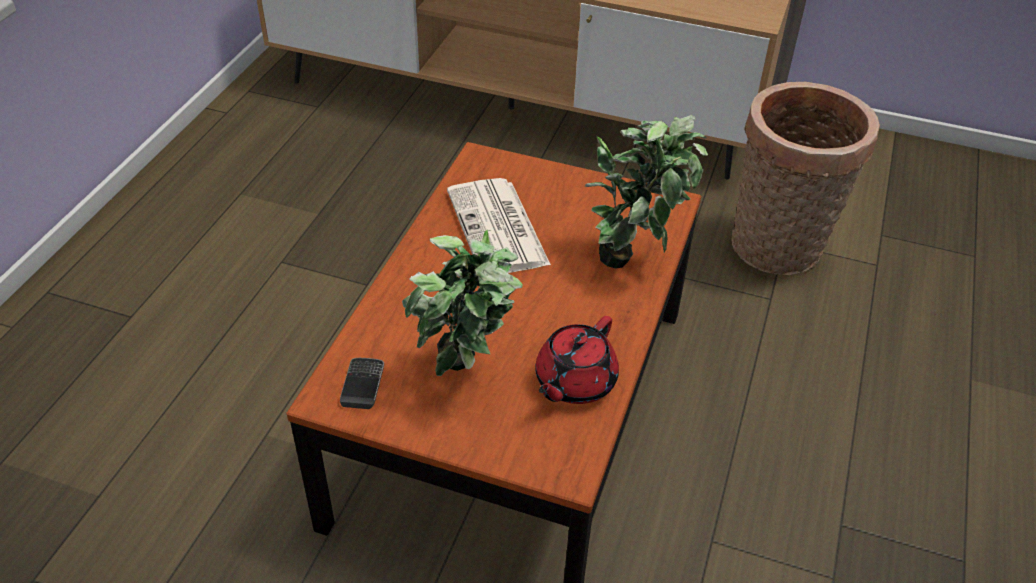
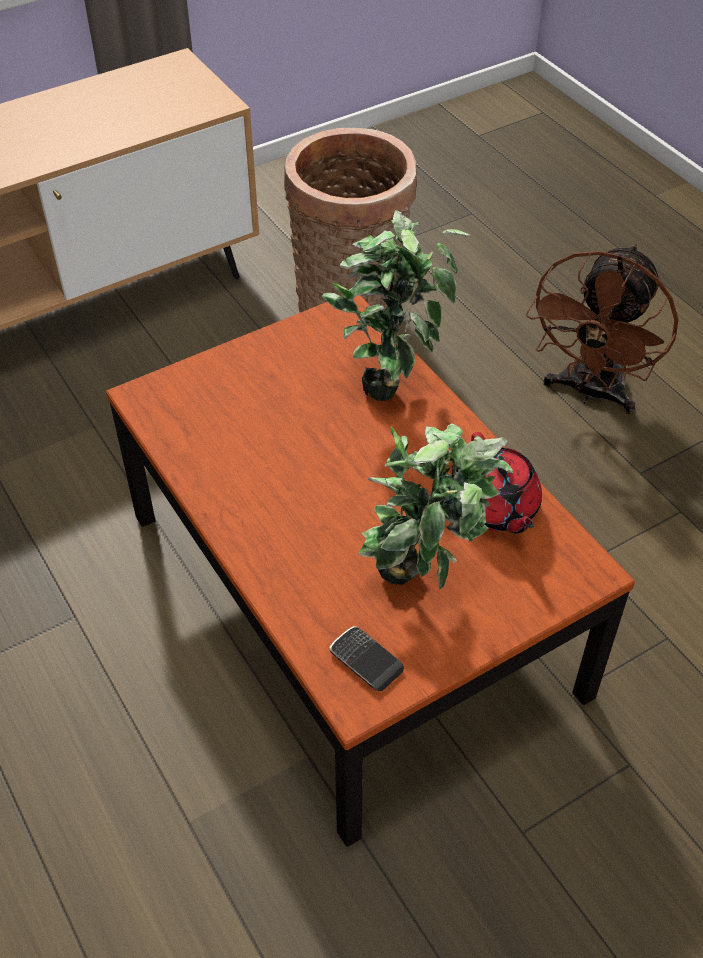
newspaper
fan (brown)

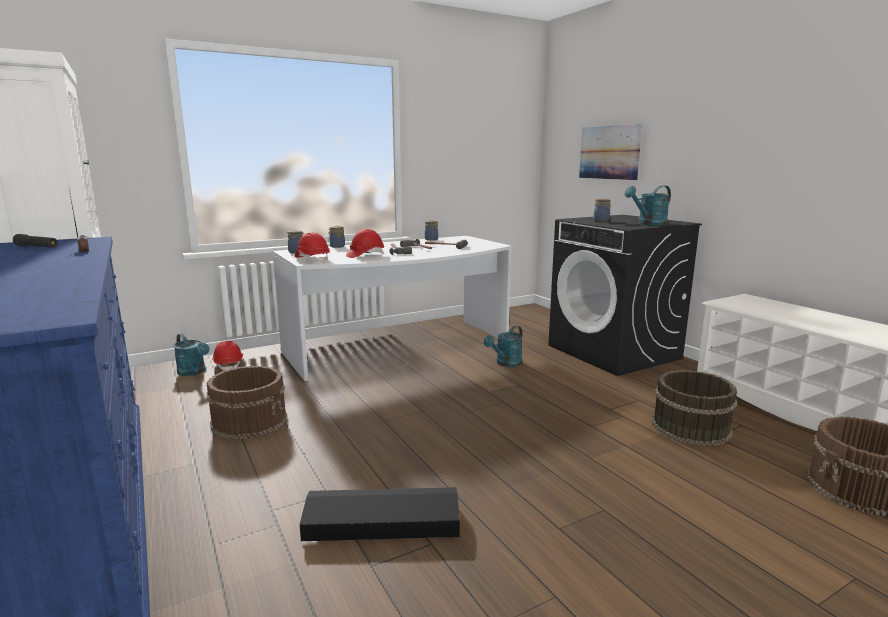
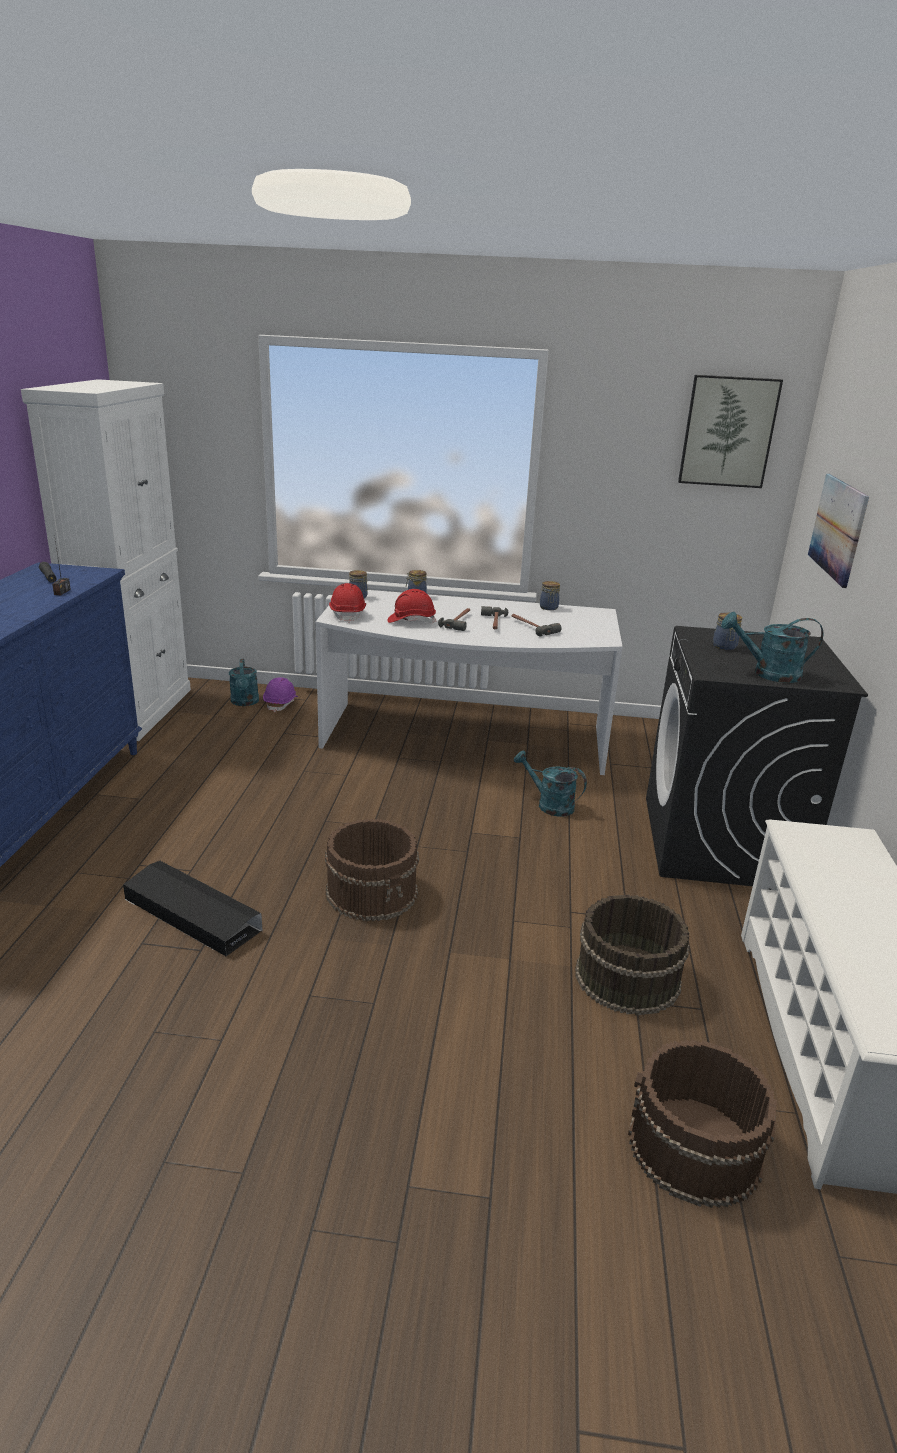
watering can (turquoise) (no. 2 from left)
hard hat (purple)
bucket (brown) (no. 1 from left)
picture (no. 1 from left)

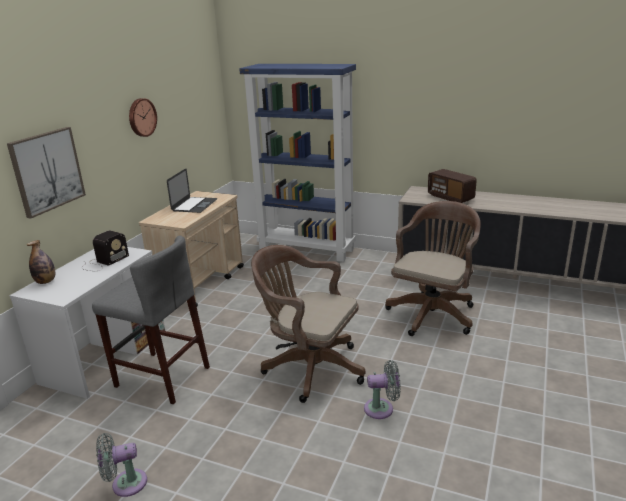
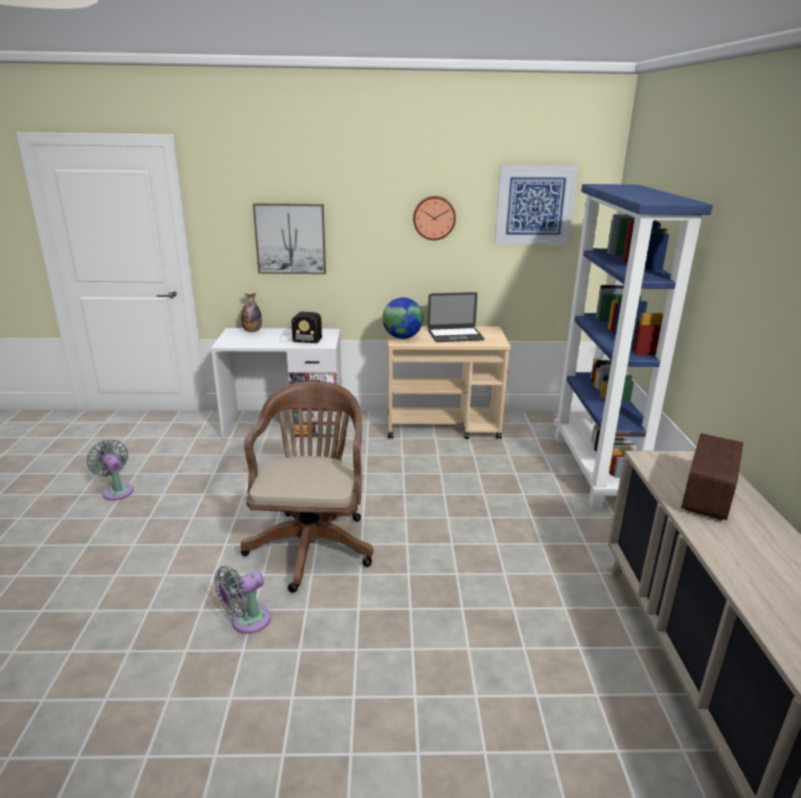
office chair (brown) (no. 2 from left in the first image)
stool (grey)
fan (grey) (no. 2 from left)
picture (no. 2 from left)
globe

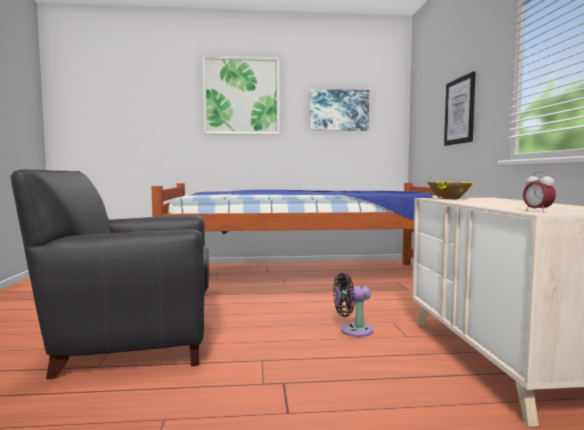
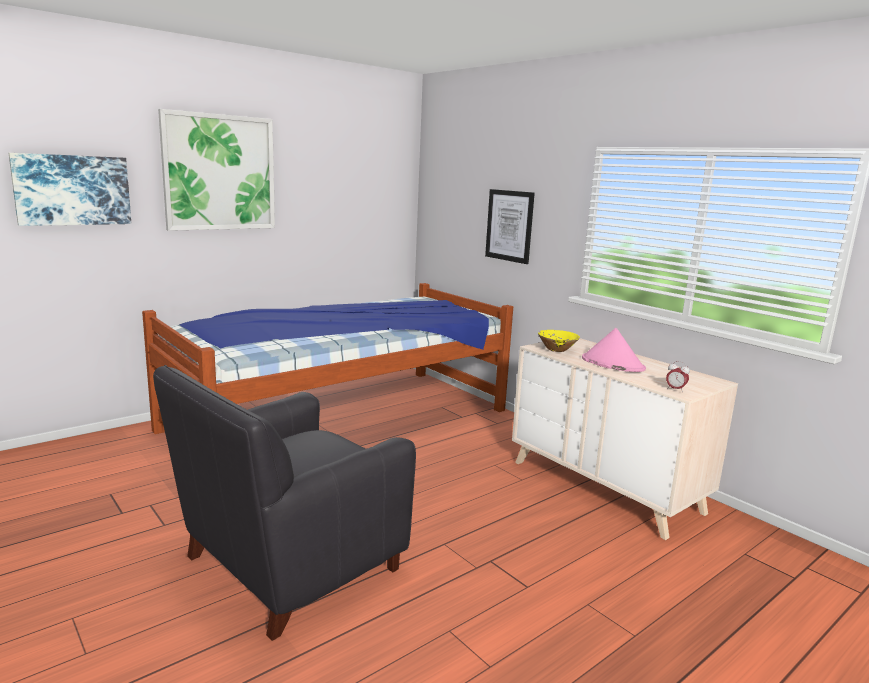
picture (no. 1 from left)
fan (black)
hat (pink)

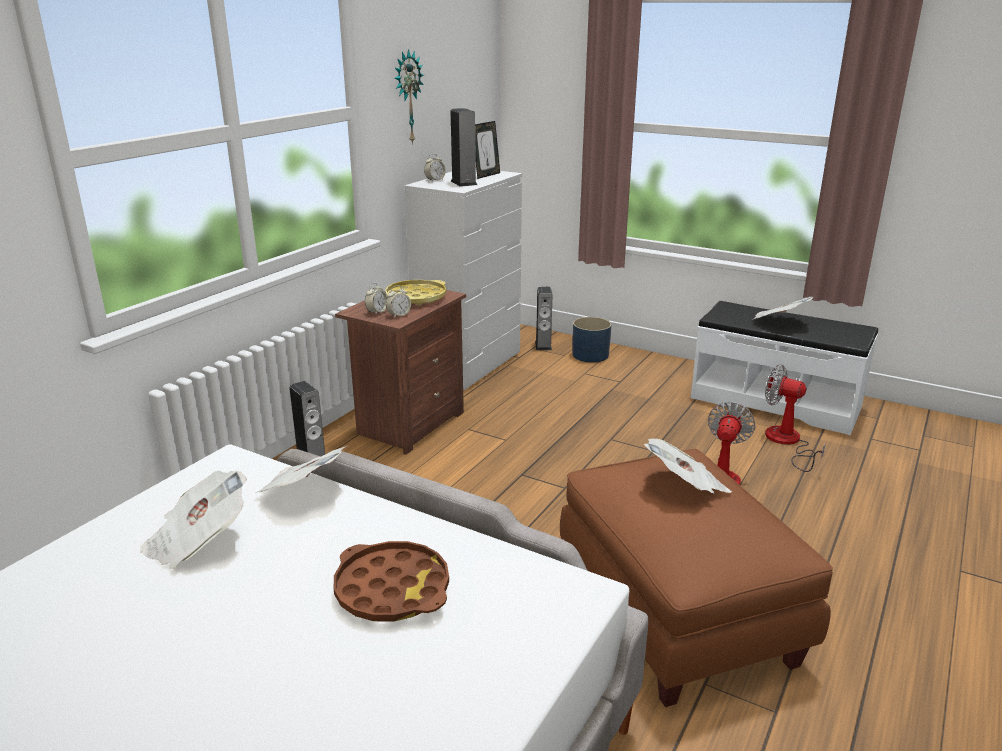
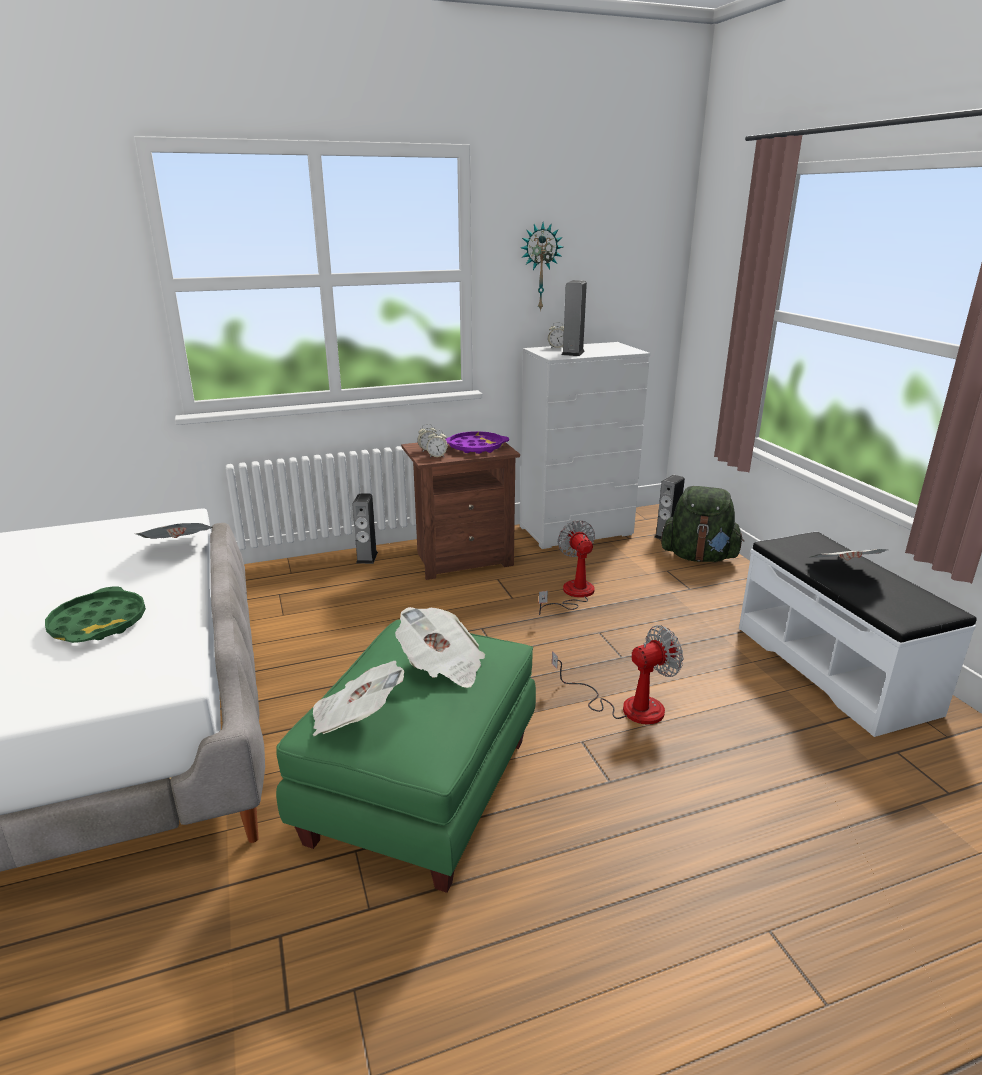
picture frame
tray (purple)
backpack (green)
fan (no. 1 from left)
ottoman (green)
newspaper (no. 2 from left)
tray (green)

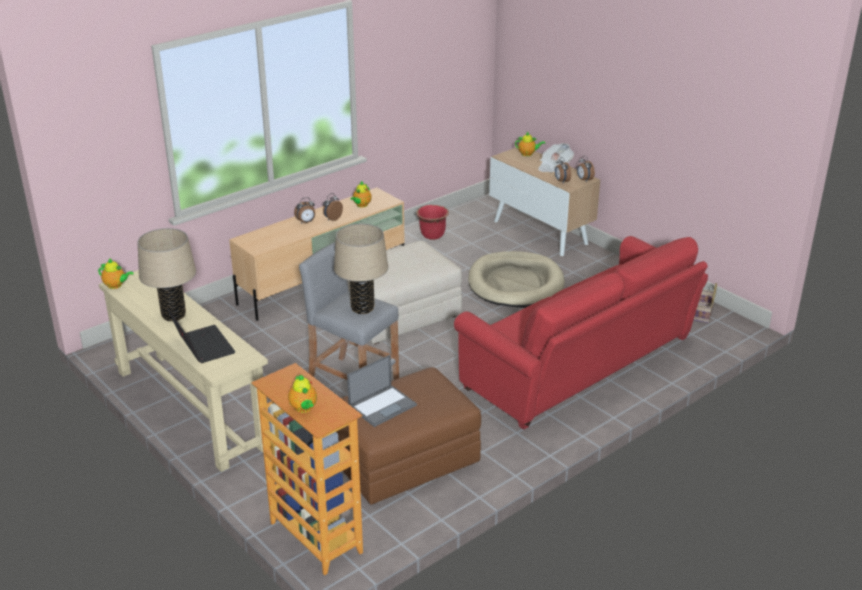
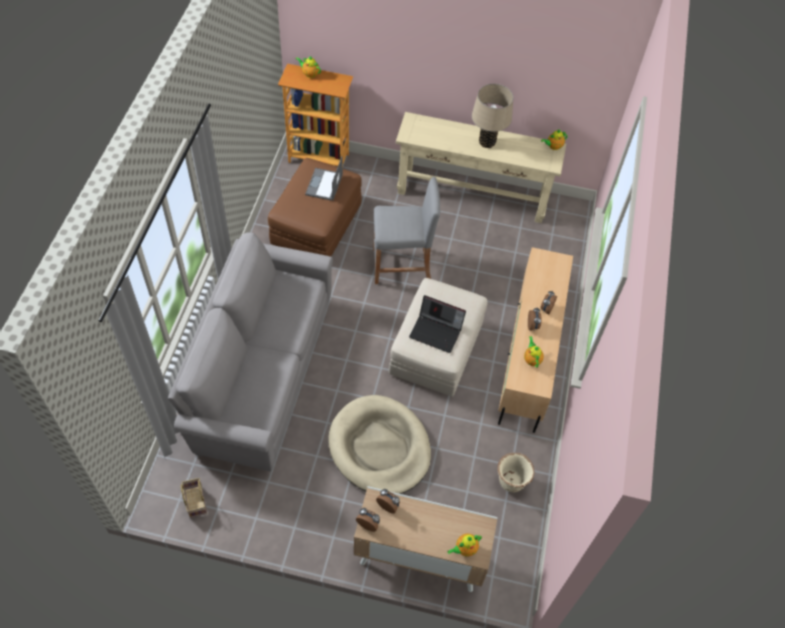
newspaper
planter (beige)
table lamp (beige) (no. 2 from left in the first image)
sofa (grey)
laptop (no. 2 from left)

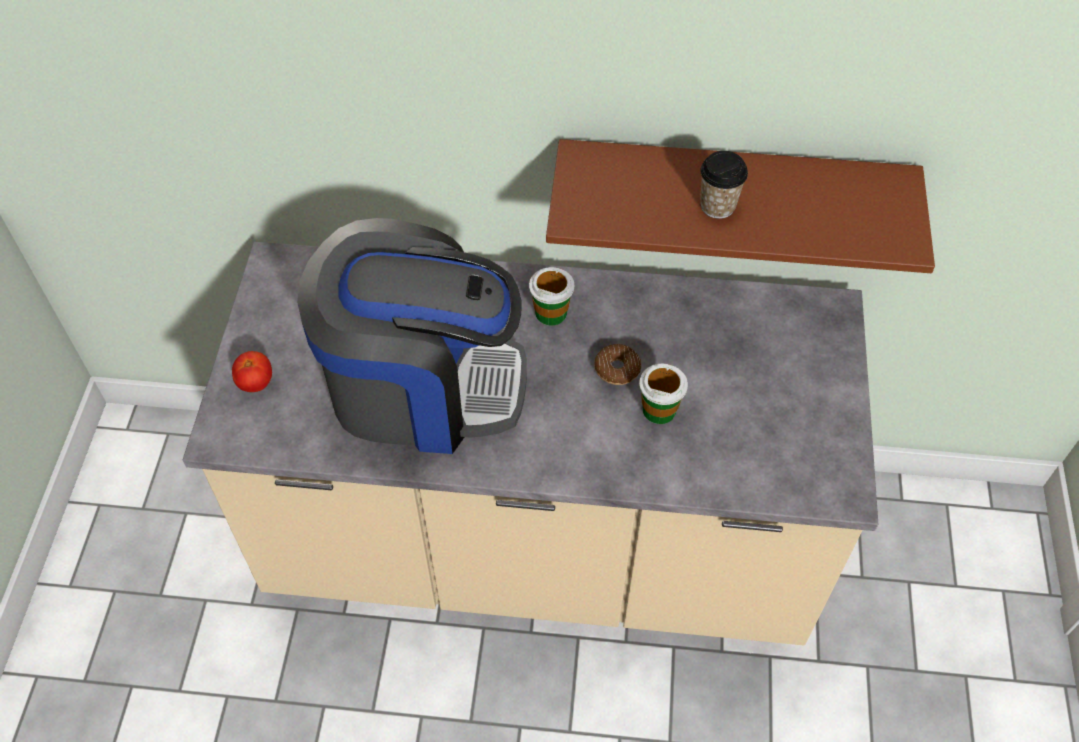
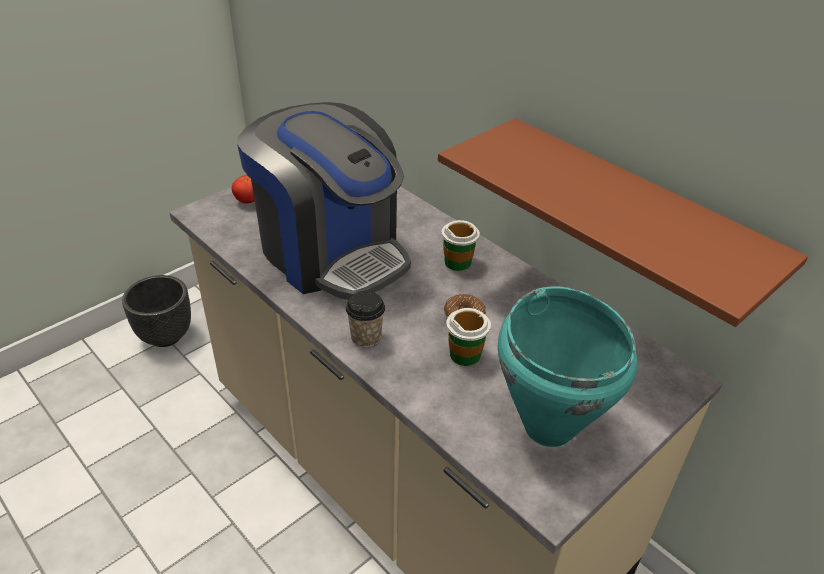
cup (no. 1 from left)
planter (black)
cooking pot (turquoise)

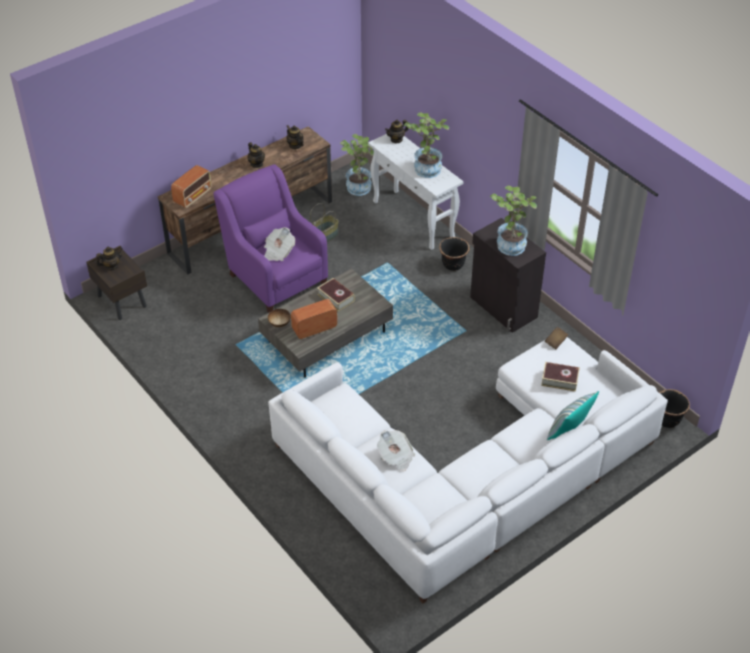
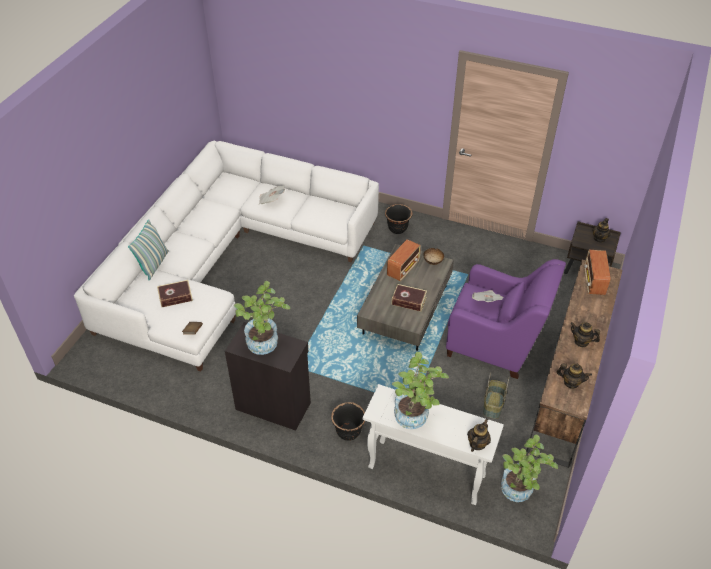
planter (black) (no. 2 from left)

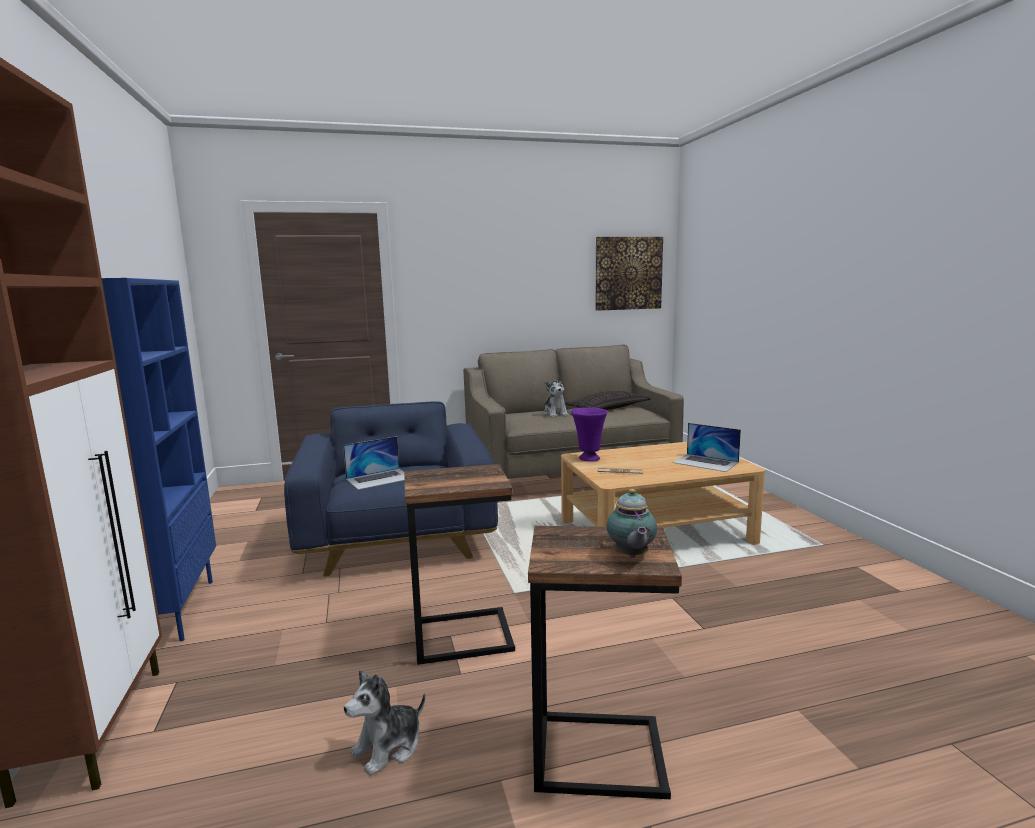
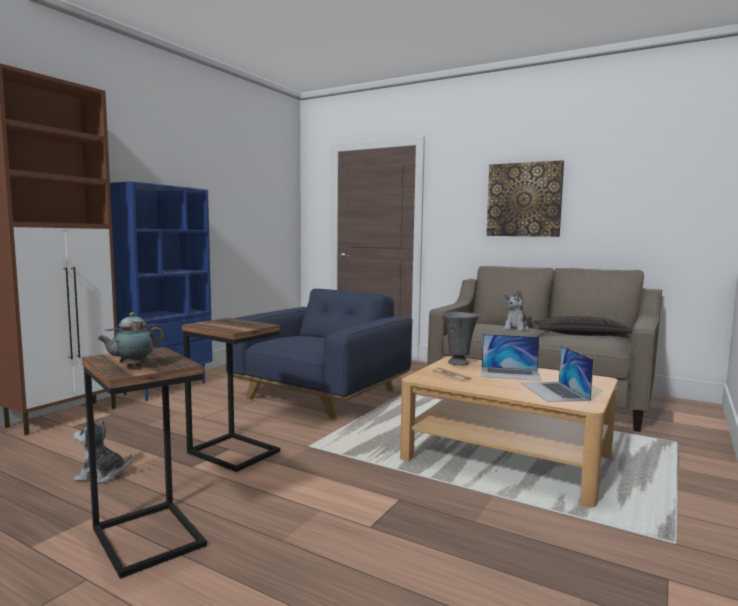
picture
vase (grey)
laptop (no. 1 from left)

